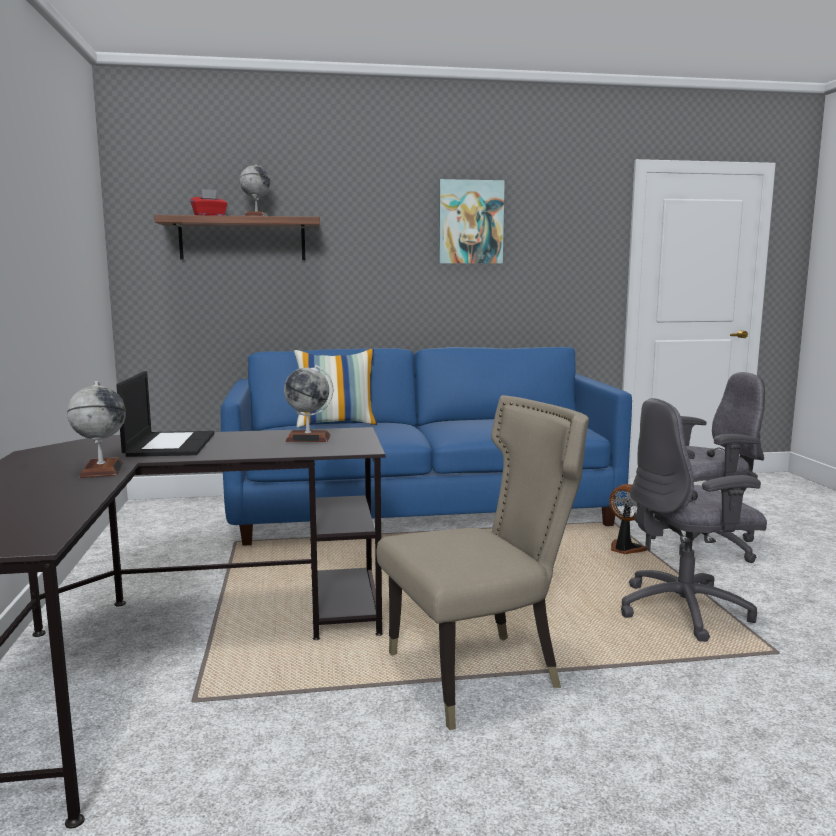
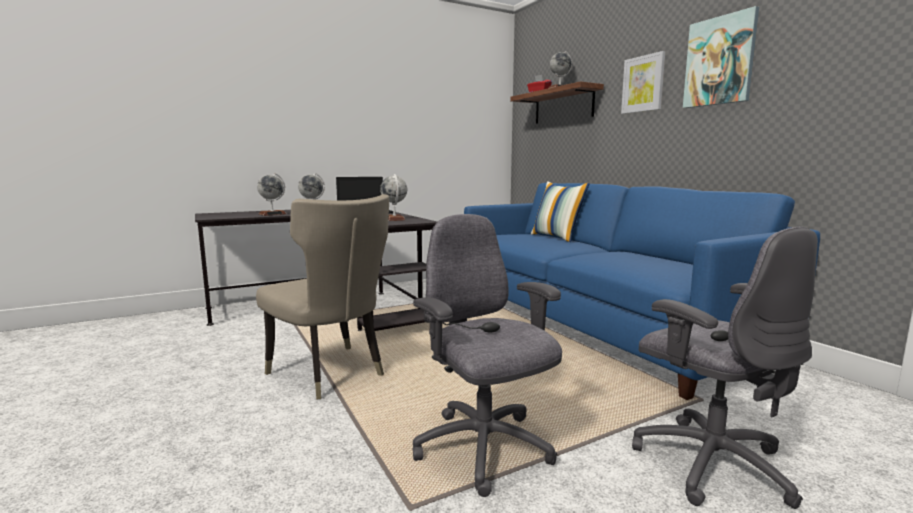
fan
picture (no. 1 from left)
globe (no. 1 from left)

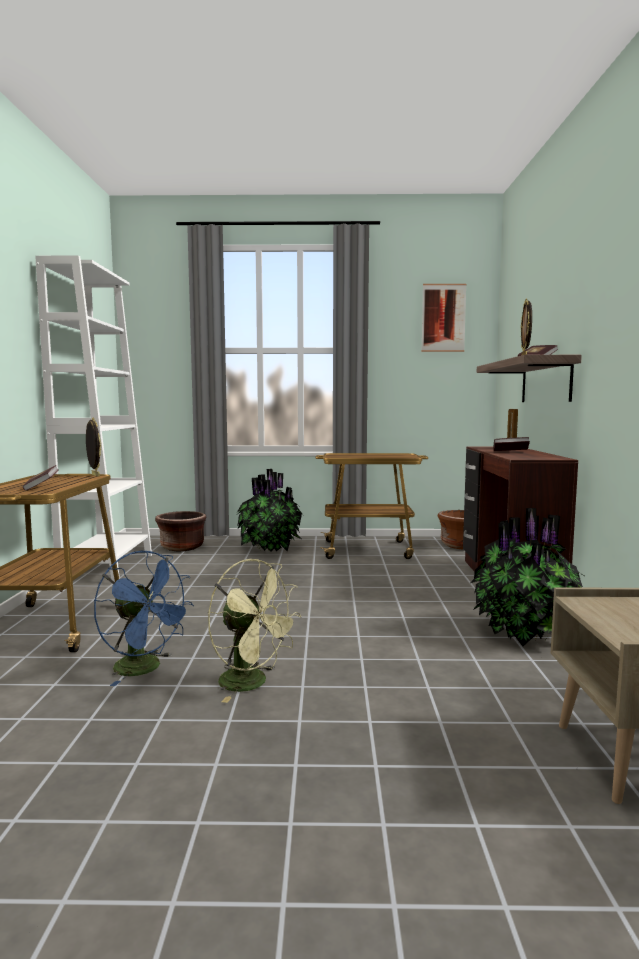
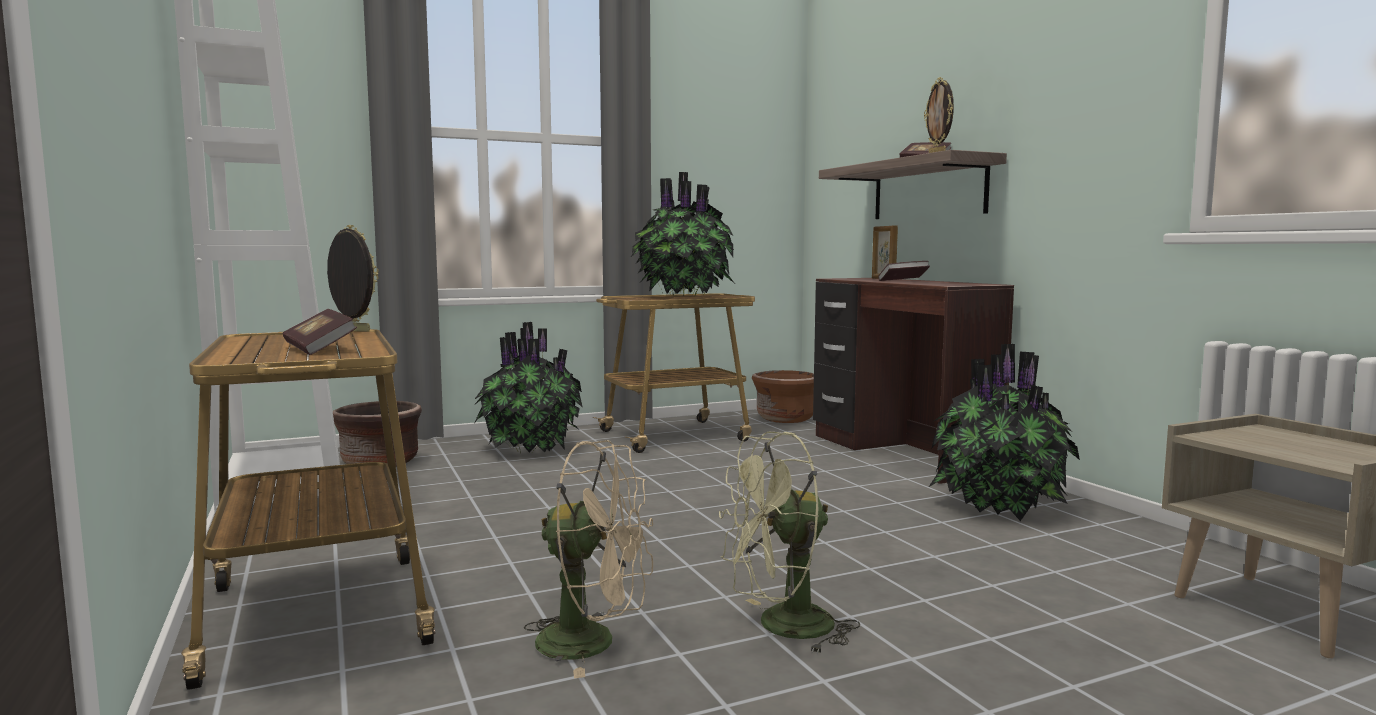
picture
fan (beige)
fan (green)
potted plant (no. 2 from left)

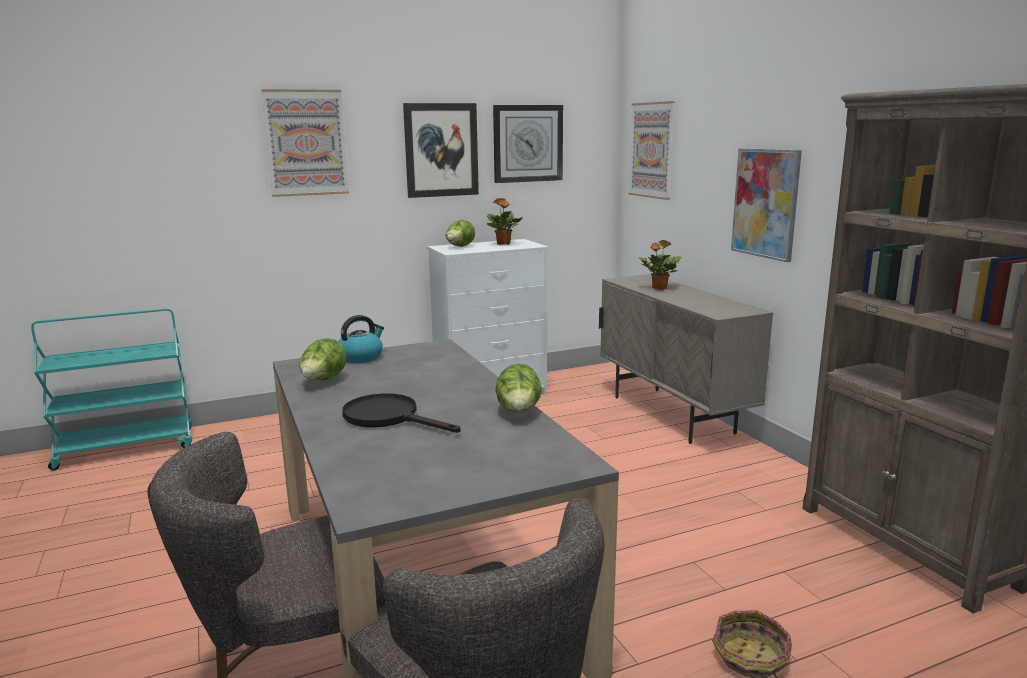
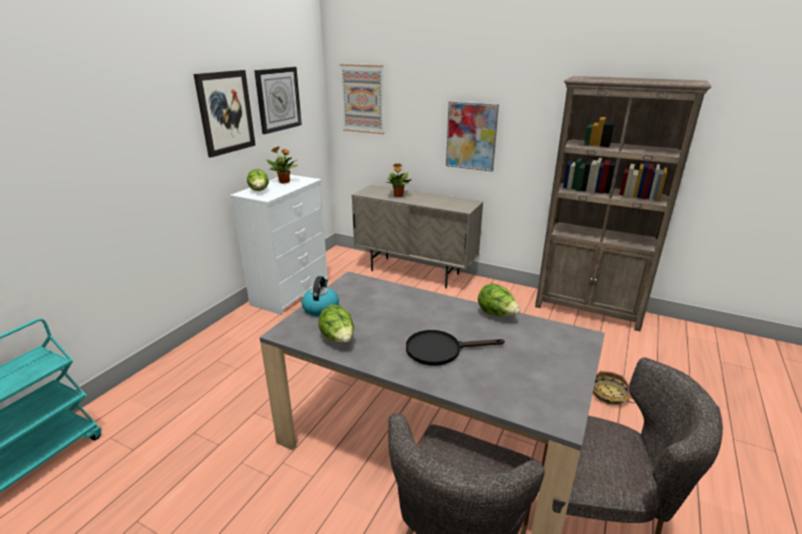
picture (no. 1 from left in the first image)

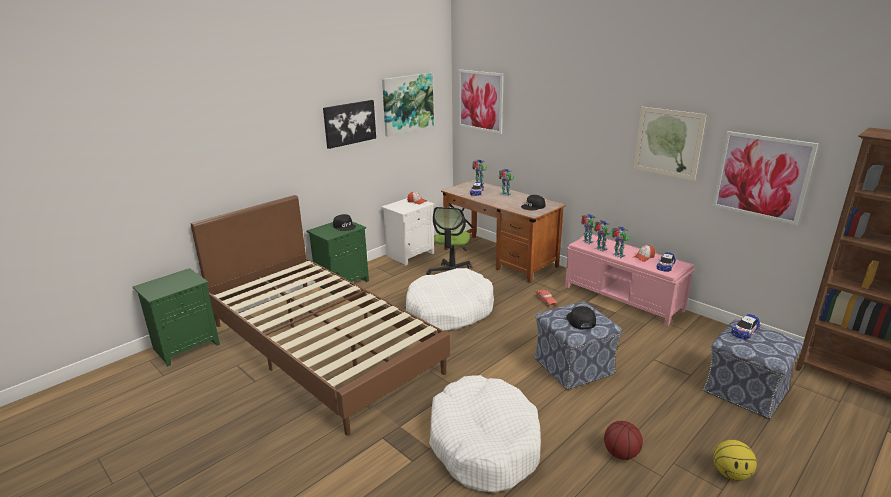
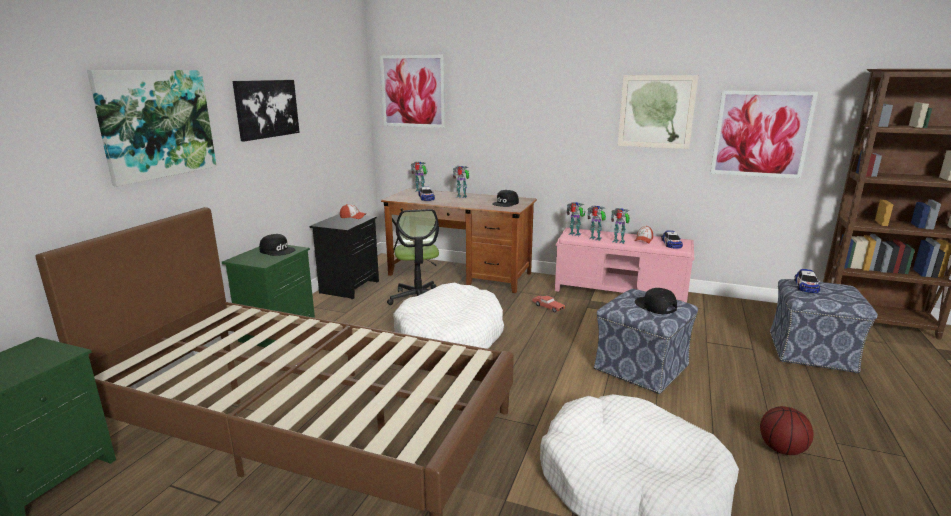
picture (no. 1 from left)
nightstand (black)
basketball (no. 2 from left in the first image)

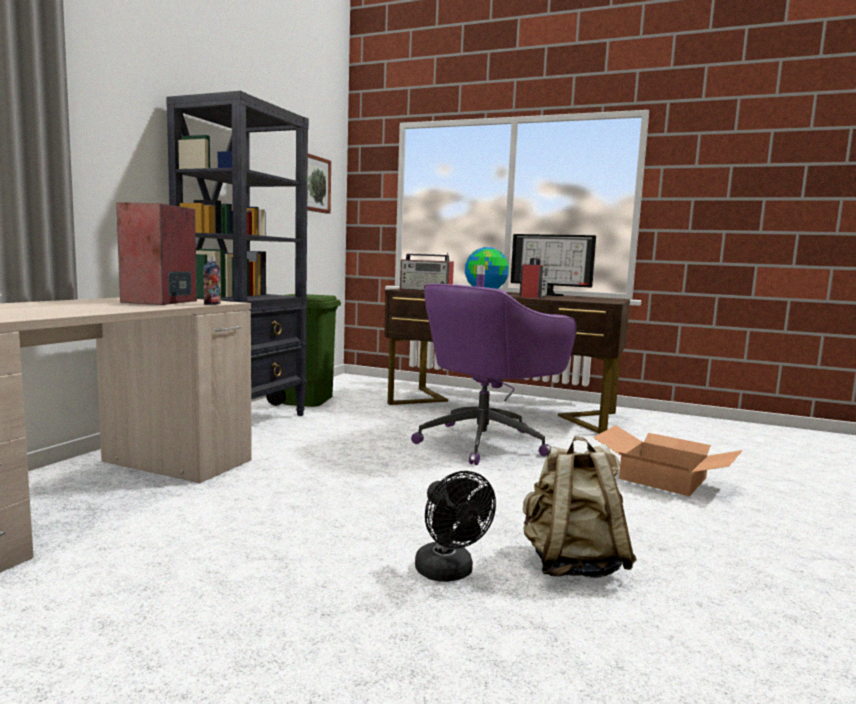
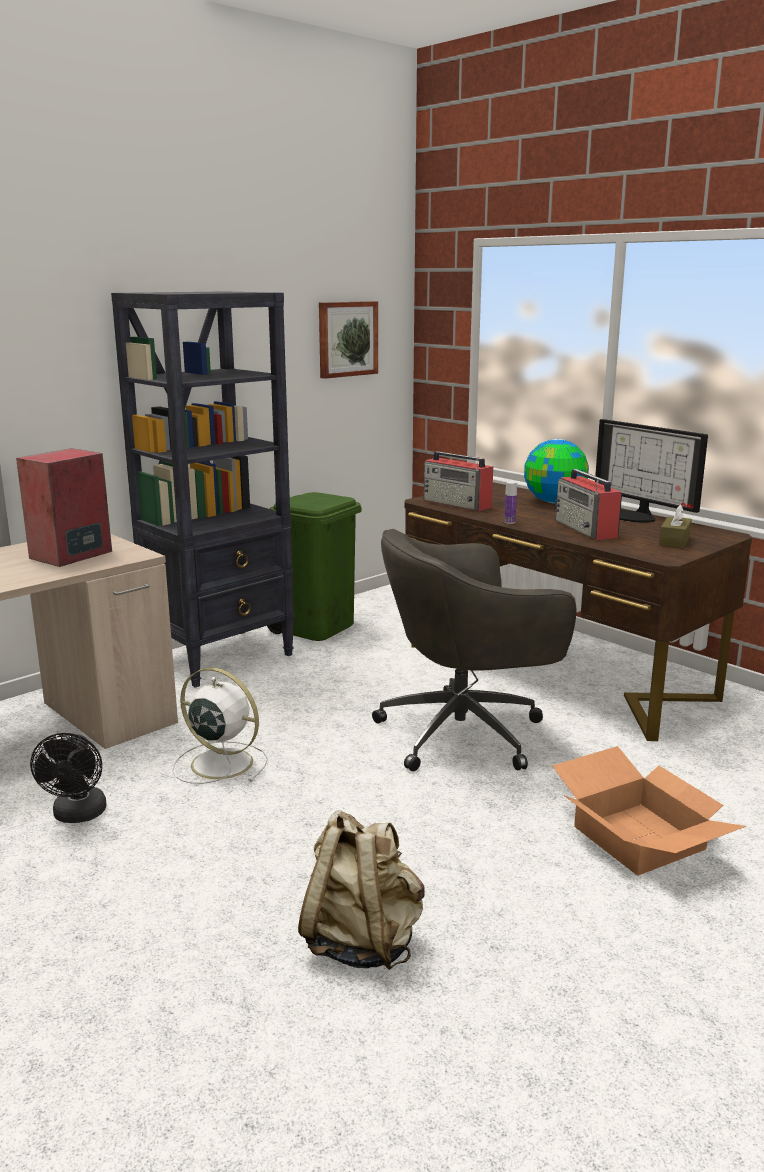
bottle (no. 1 from left in the first image)
radio (no. 2 from left)
office chair (grey)
fan (black)
tissue box (brown)
fan (white)

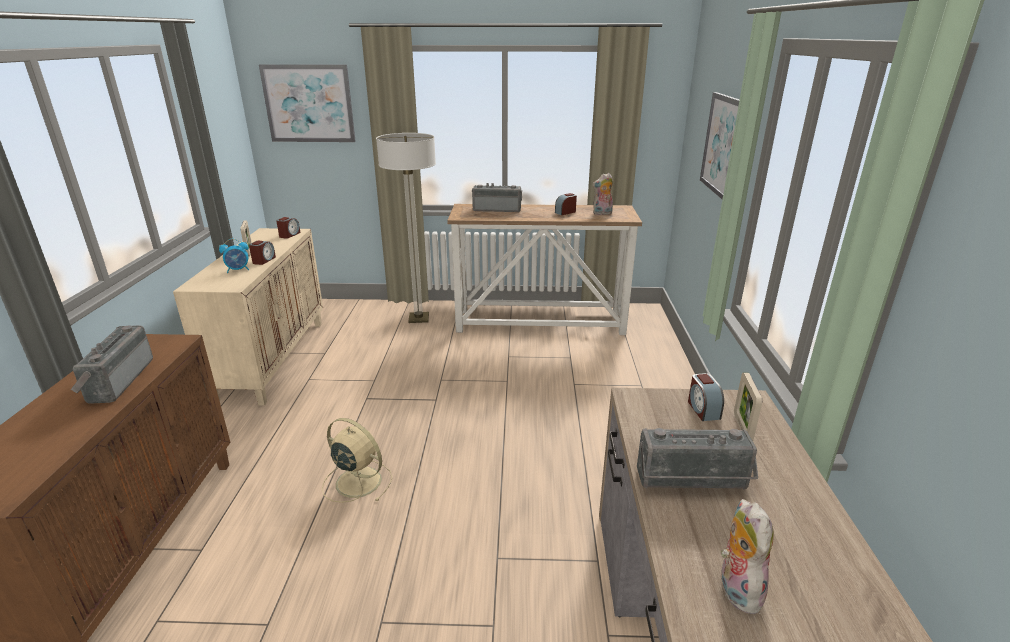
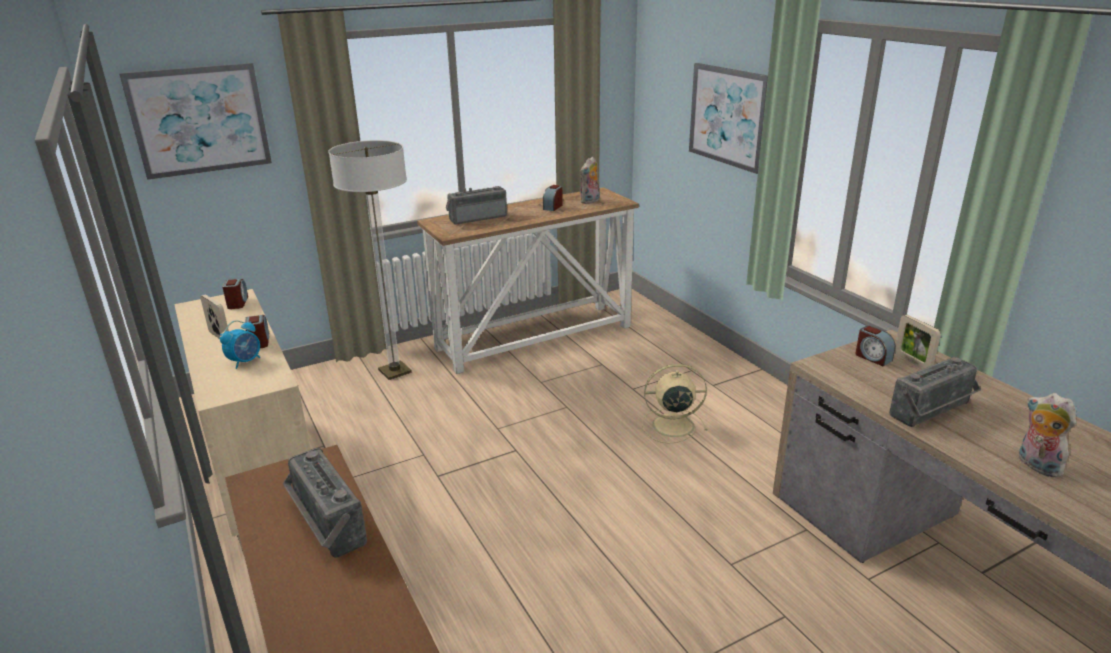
fan (beige)

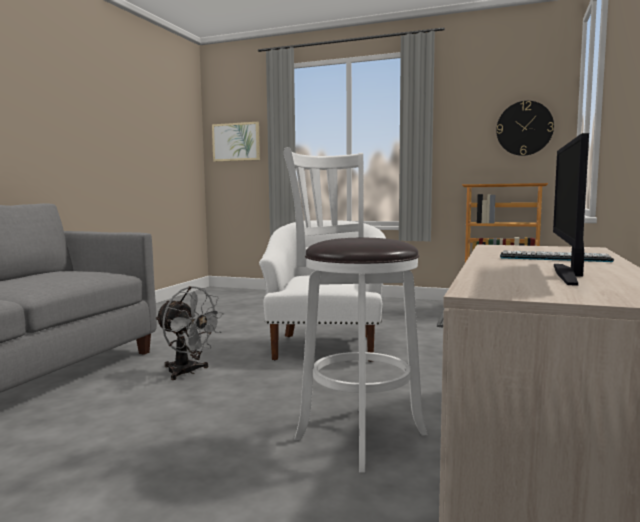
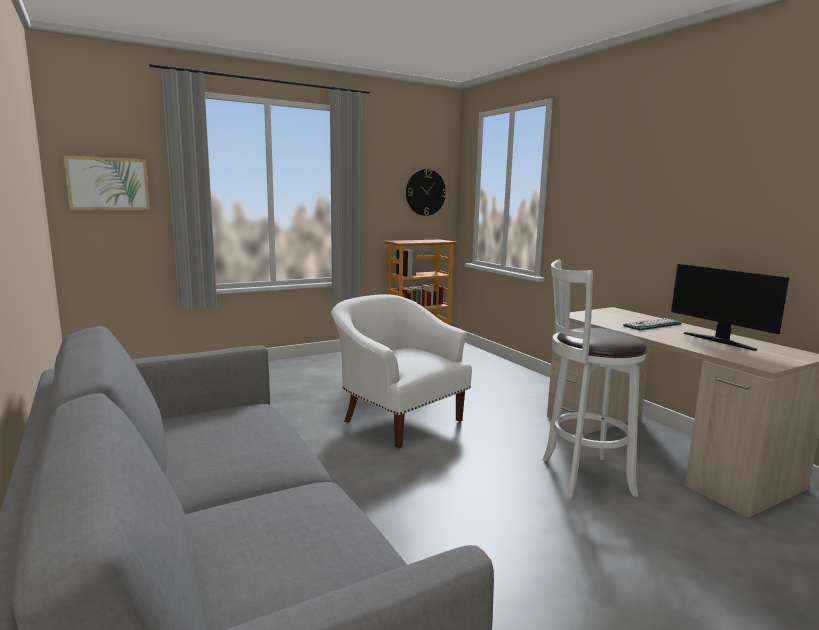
fan (grey)

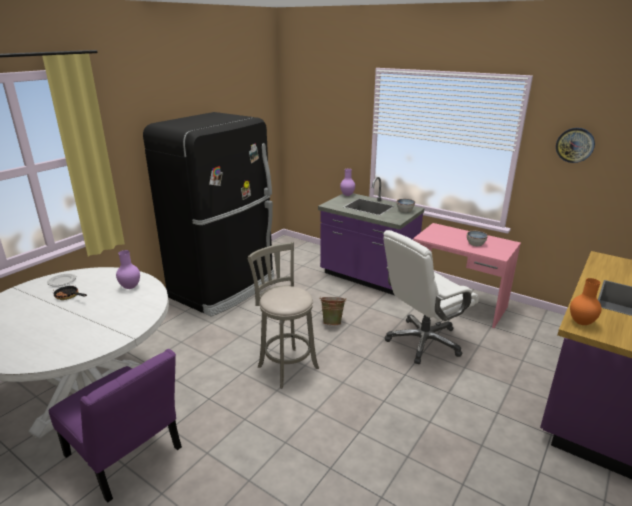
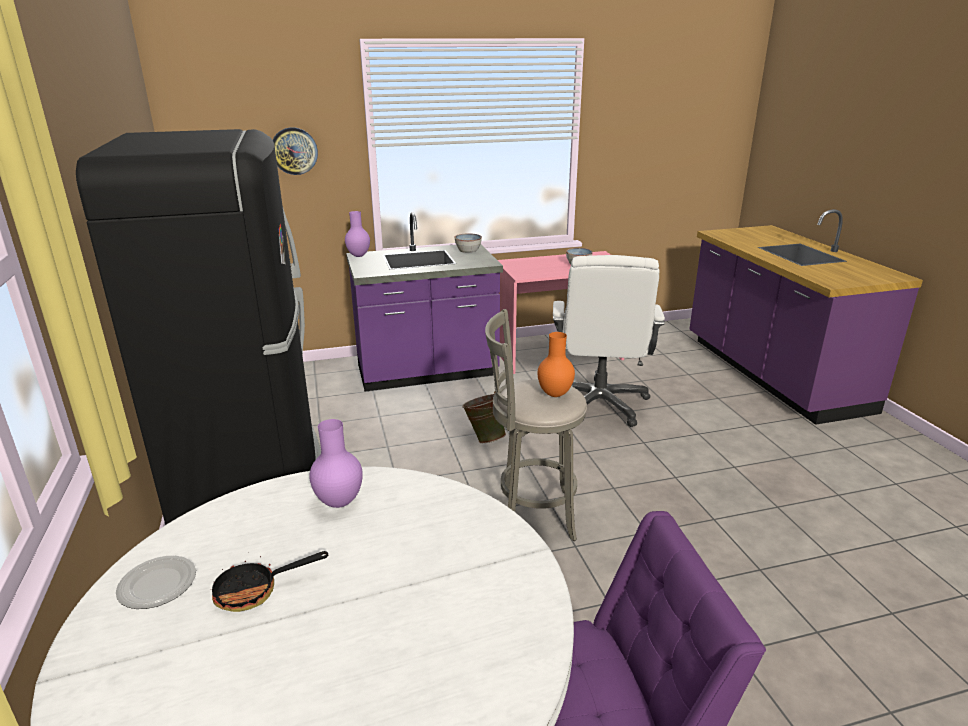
wall clock
vase (orange)

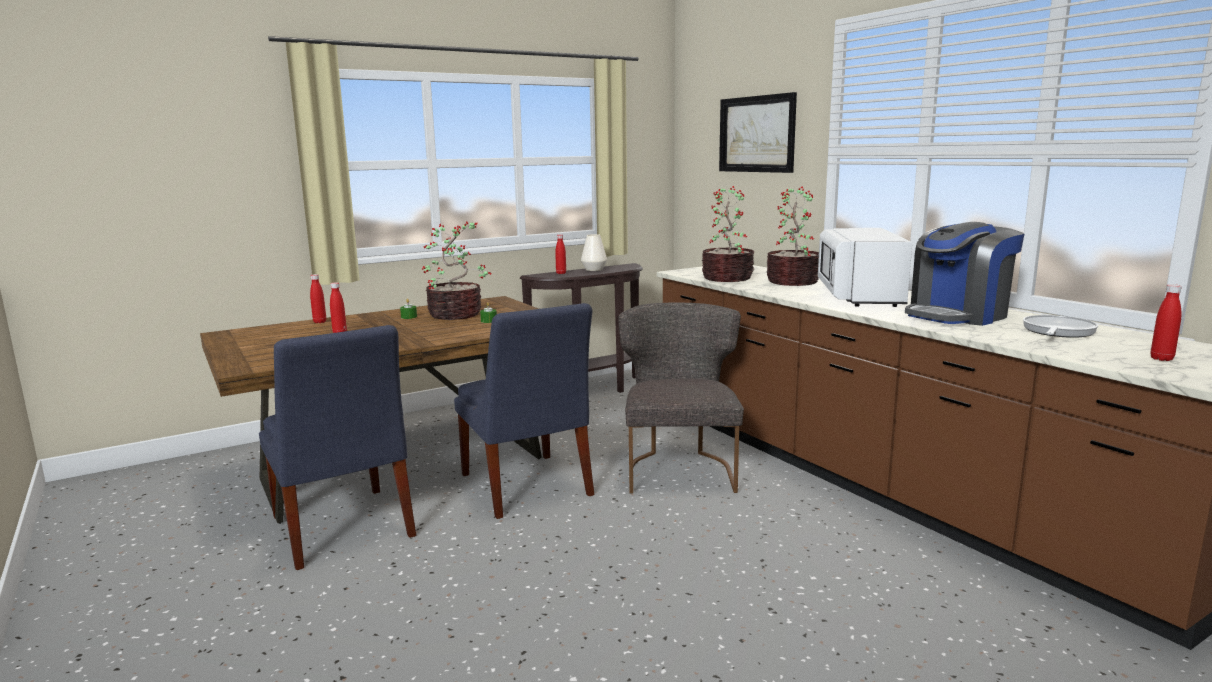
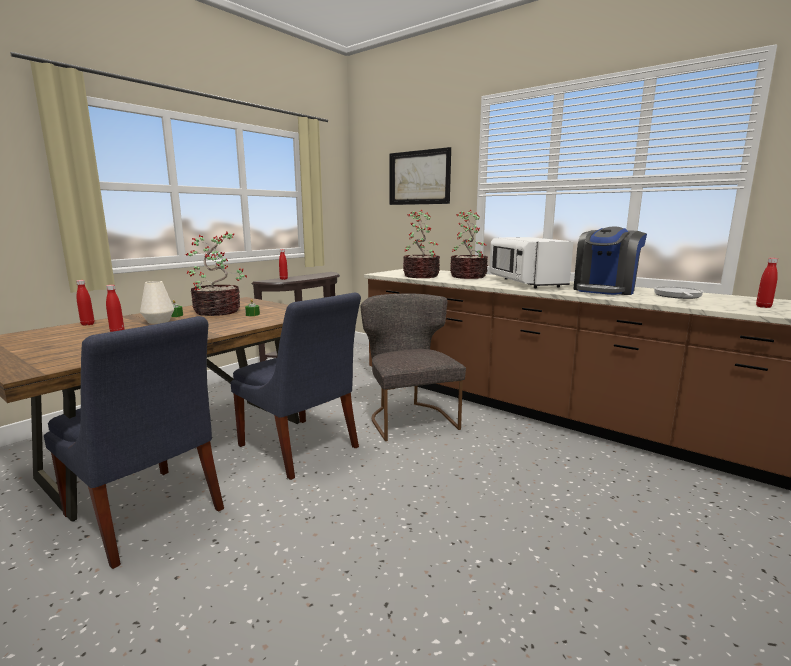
vase (white)

